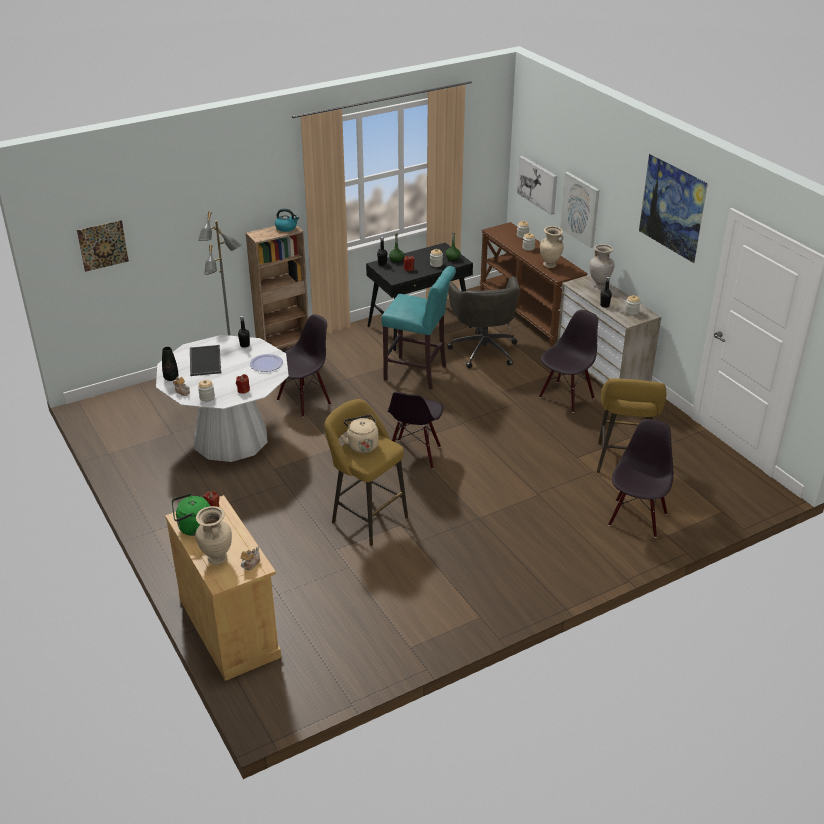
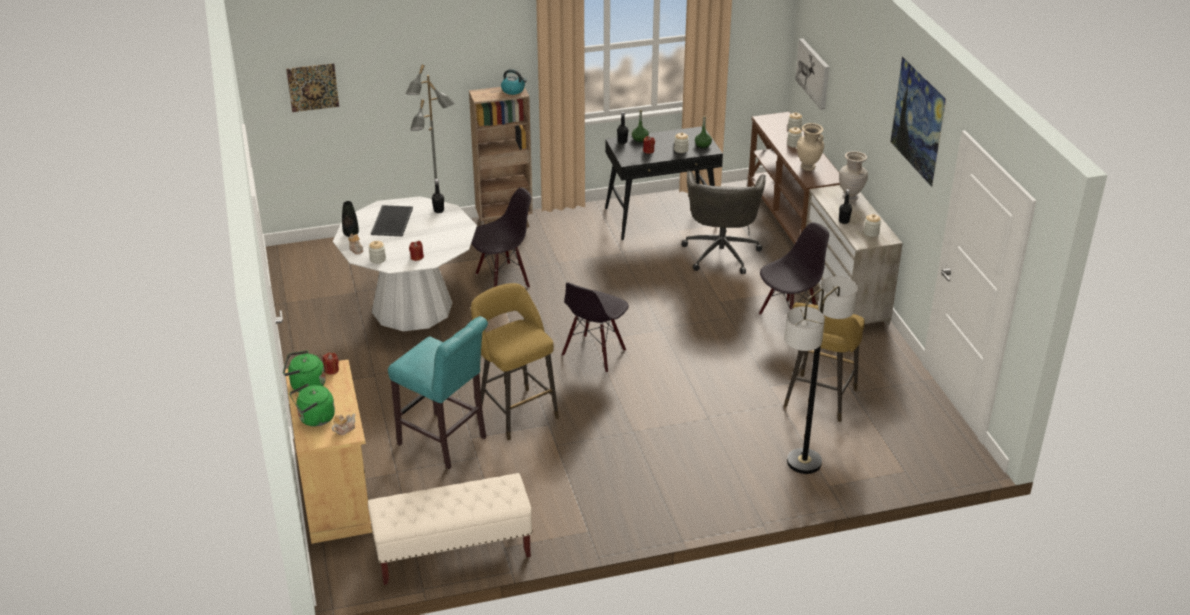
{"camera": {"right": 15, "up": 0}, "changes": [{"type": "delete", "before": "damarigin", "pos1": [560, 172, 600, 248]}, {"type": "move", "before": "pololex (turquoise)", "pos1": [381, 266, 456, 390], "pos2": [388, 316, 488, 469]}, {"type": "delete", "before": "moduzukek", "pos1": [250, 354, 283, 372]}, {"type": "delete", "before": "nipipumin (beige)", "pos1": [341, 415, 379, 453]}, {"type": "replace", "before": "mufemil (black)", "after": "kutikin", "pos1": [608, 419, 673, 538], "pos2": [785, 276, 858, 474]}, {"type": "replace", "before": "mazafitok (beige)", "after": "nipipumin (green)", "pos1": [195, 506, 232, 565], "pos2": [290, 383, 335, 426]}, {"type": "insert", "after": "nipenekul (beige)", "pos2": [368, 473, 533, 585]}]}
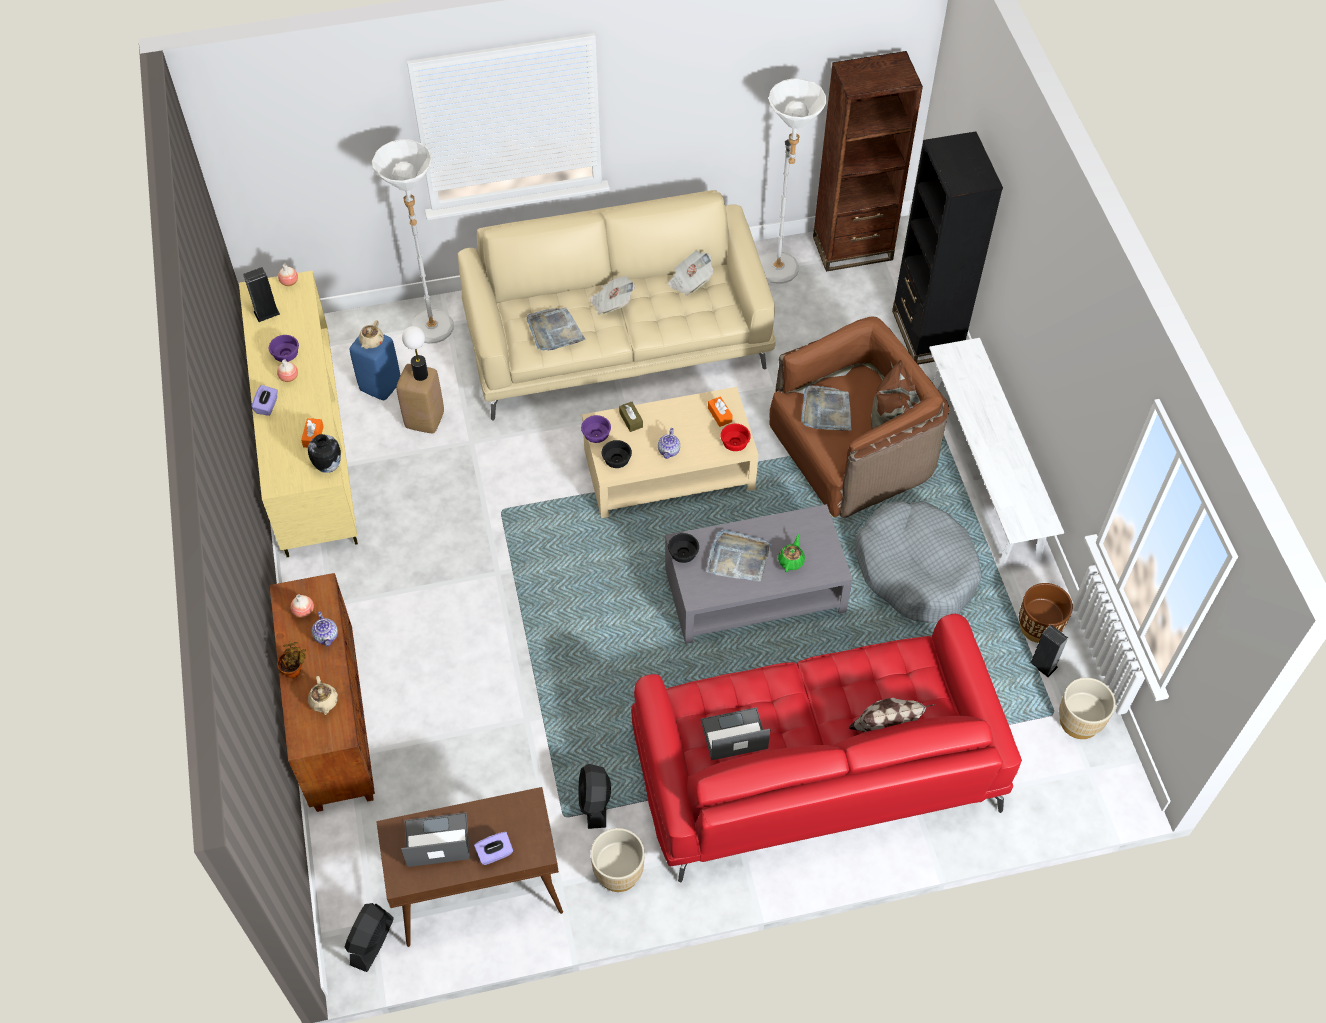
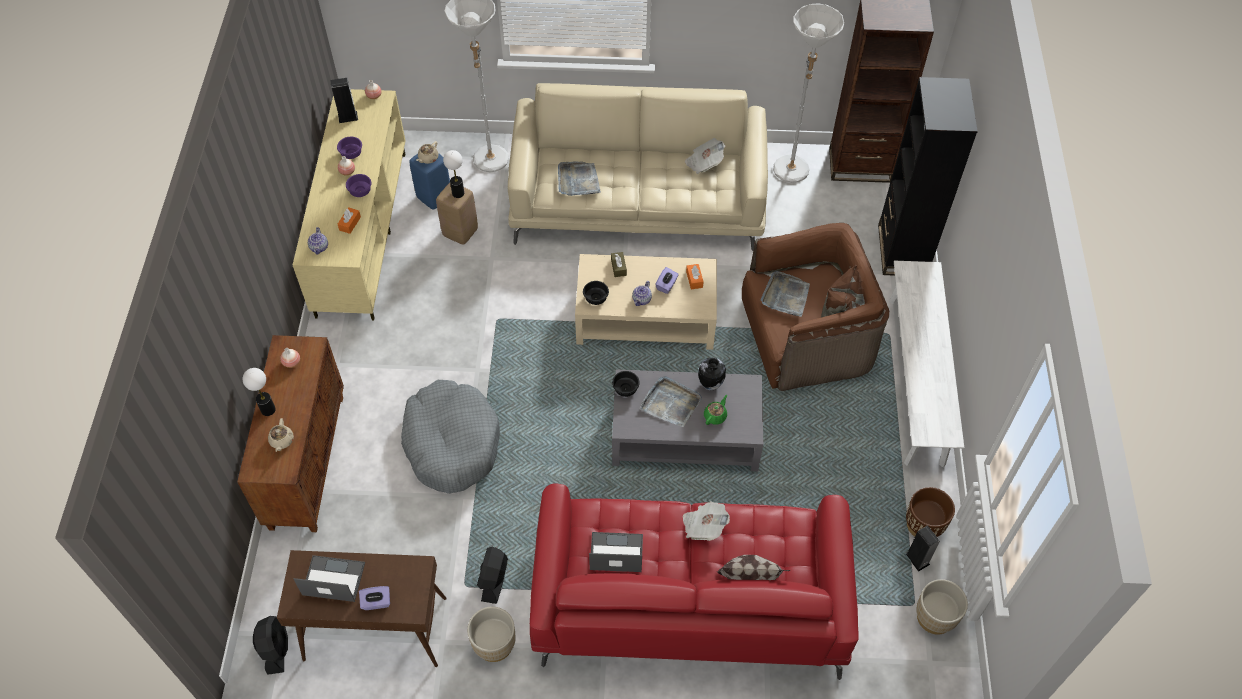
{"camera": {"right": 15, "up": 0}, "changes": [{"type": "move", "before": "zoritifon", "pos1": [590, 276, 635, 315], "pos2": [683, 502, 730, 541]}, {"type": "move", "before": "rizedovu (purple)", "pos1": [251, 385, 278, 416], "pos2": [655, 267, 679, 294]}, {"type": "move", "before": "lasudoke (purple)", "pos1": [581, 415, 611, 443], "pos2": [346, 174, 371, 197]}, {"type": "delete", "before": "lasudoke (red)", "pos1": [721, 424, 751, 451]}, {"type": "move", "before": "mazafitok", "pos1": [308, 434, 341, 473], "pos2": [698, 358, 726, 390]}, {"type": "move", "before": "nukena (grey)", "pos1": [855, 501, 981, 623], "pos2": [401, 380, 500, 494]}, {"type": "move", "before": "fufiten", "pos1": [312, 611, 338, 647], "pos2": [308, 227, 328, 255]}, {"type": "replace", "before": "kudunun", "after": "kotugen", "pos1": [277, 641, 306, 678], "pos2": [243, 368, 276, 416]}, {"type": "rotate", "before": "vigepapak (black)", "pos1": [345, 903, 394, 972], "pos2": [253, 616, 288, 675], "turn": 135}]}
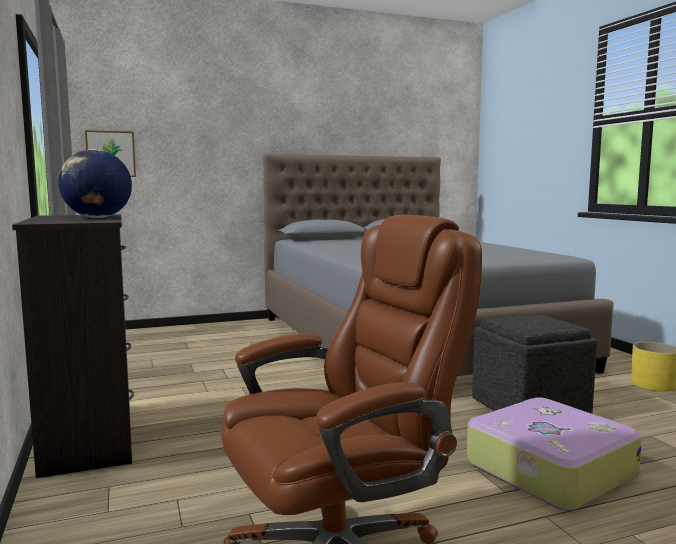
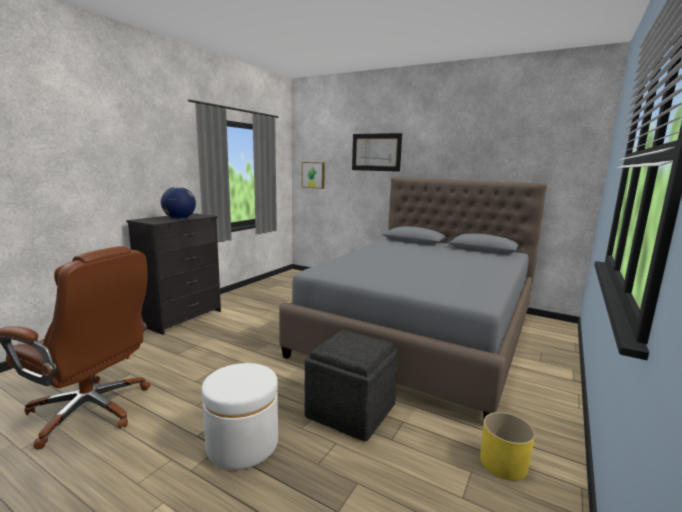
{"camera": {"right": 50, "up": 5}, "changes": [{"type": "replace", "before": "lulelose", "after": "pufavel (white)", "pos1": [467, 397, 642, 511], "pos2": [201, 363, 278, 470]}, {"type": "insert", "after": "damarigin", "pos2": [352, 133, 402, 172]}]}
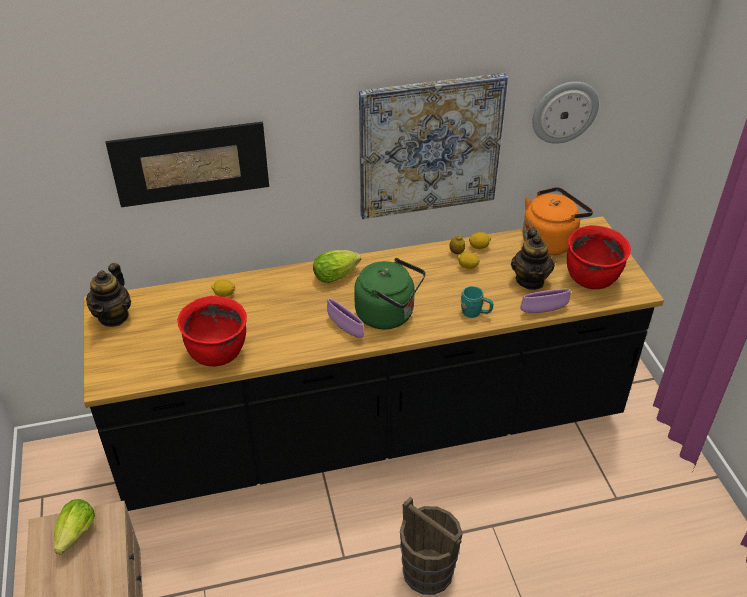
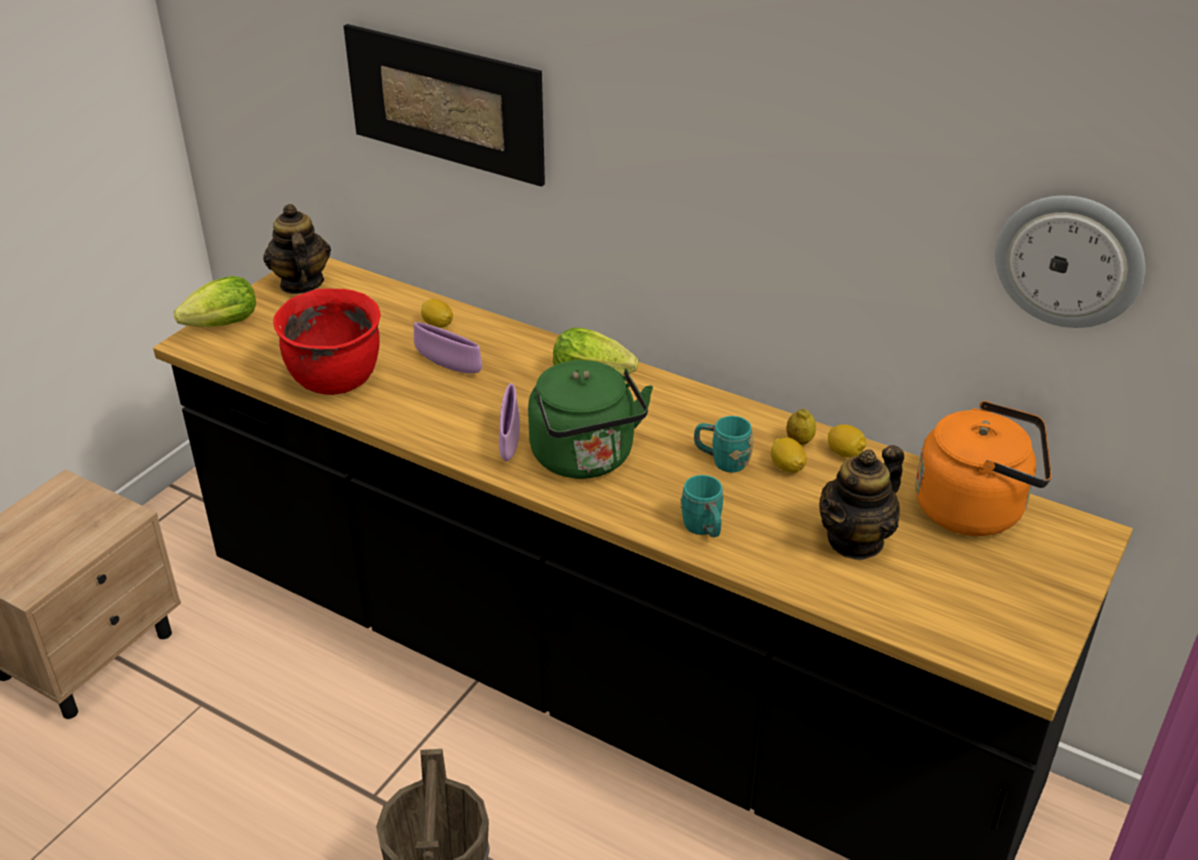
{"camera": {"right": 45, "up": -5}, "changes": [{"type": "delete", "before": "damarigin", "pos1": [359, 73, 508, 219]}, {"type": "delete", "before": "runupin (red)", "pos1": [567, 225, 631, 289]}, {"type": "rotate", "before": "fufiten", "pos1": [86, 263, 131, 327], "pos2": [263, 204, 331, 294], "turn": 105}, {"type": "move", "before": "lasudoke (purple)", "pos1": [520, 289, 571, 313], "pos2": [414, 322, 482, 374]}, {"type": "move", "before": "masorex", "pos1": [54, 499, 95, 554], "pos2": [174, 276, 256, 327]}, {"type": "insert", "after": "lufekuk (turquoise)", "pos2": [694, 416, 753, 473]}]}
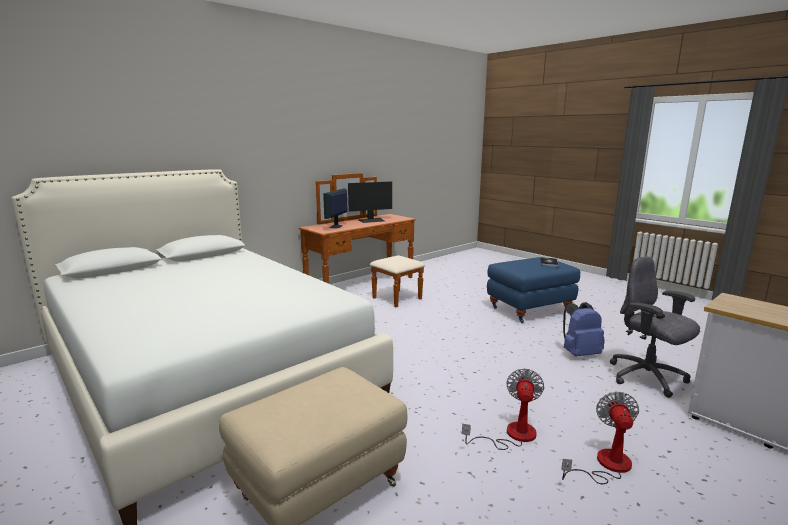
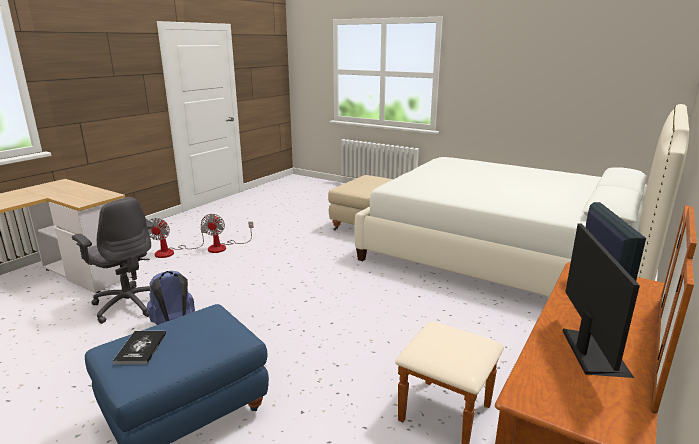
{"camera": {"right": 165, "up": 5}, "changes": [{"type": "rotate", "before": "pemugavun", "pos1": [348, 181, 392, 223], "pos2": [563, 223, 640, 378], "turn": 135}, {"type": "move", "before": "vigepapak", "pos1": [462, 369, 544, 450], "pos2": [148, 218, 206, 258]}]}
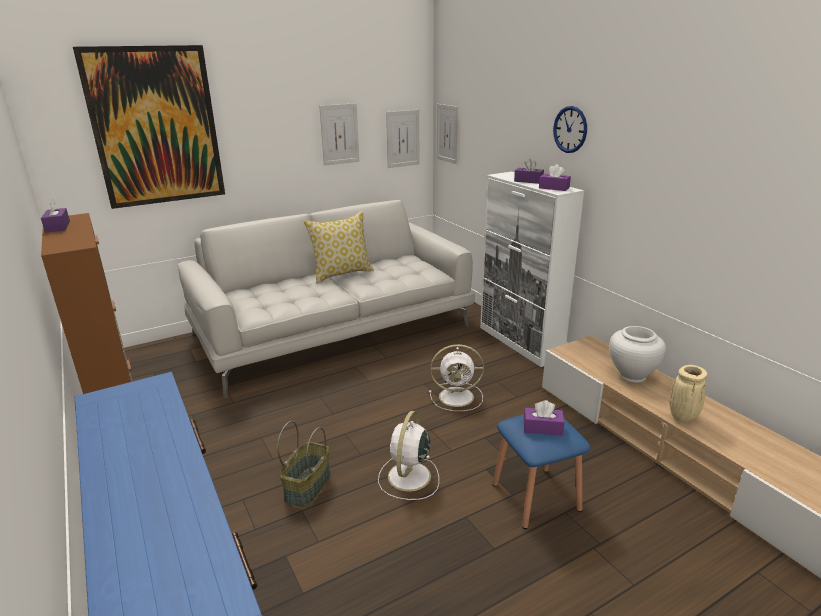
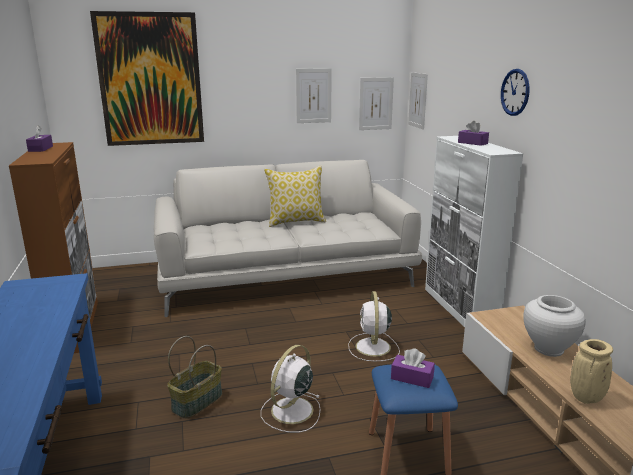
{"camera": {"right": 15, "up": -5}, "changes": [{"type": "delete", "before": "rizedovu (purple)", "pos1": [539, 164, 571, 191]}, {"type": "rotate", "before": "vigepapak (white)", "pos1": [429, 344, 484, 411], "pos2": [348, 291, 400, 361], "turn": 75}]}
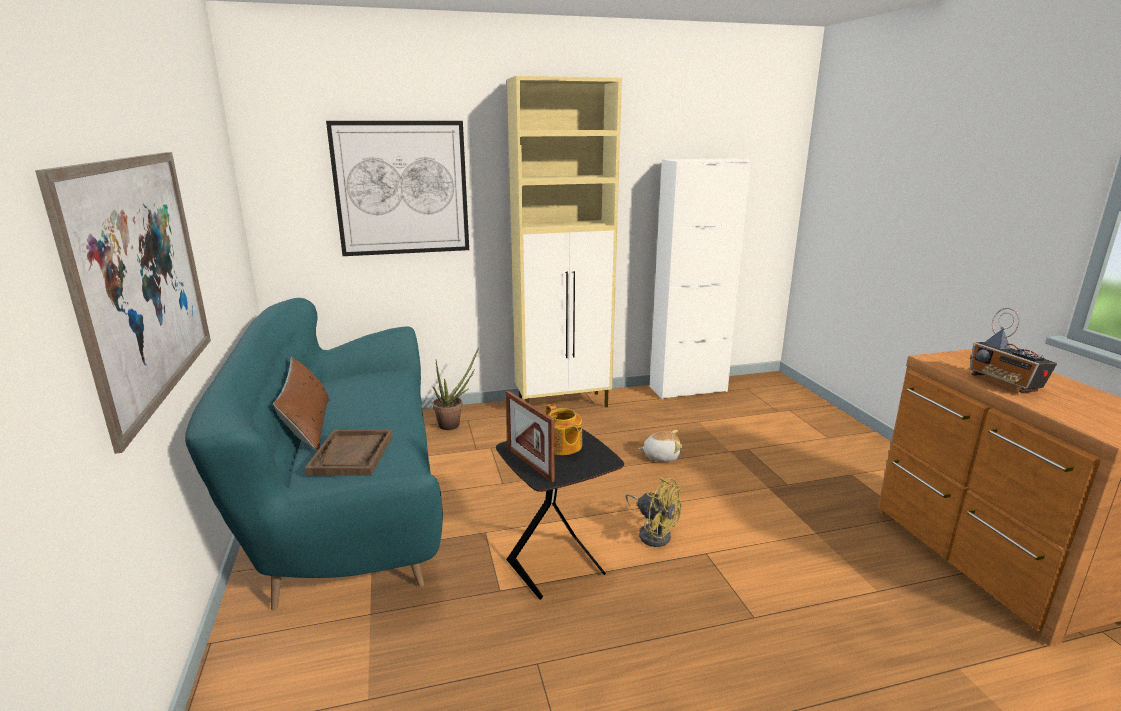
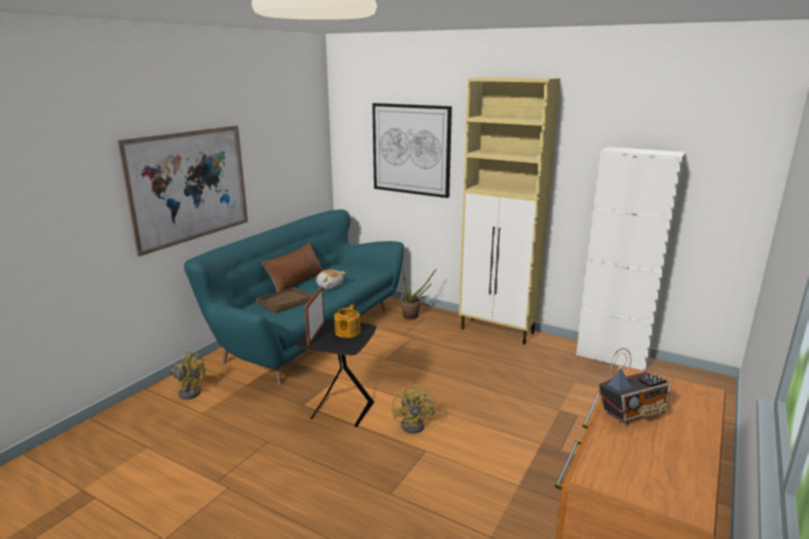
{"camera": {"right": 45, "up": 0}, "changes": [{"type": "rotate", "before": "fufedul", "pos1": [970, 308, 1057, 393], "pos2": [599, 348, 671, 425], "turn": -135}, {"type": "move", "before": "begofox", "pos1": [639, 430, 683, 462], "pos2": [316, 269, 346, 289]}, {"type": "insert", "after": "vigepapak (yellow)", "pos2": [170, 352, 206, 399]}]}
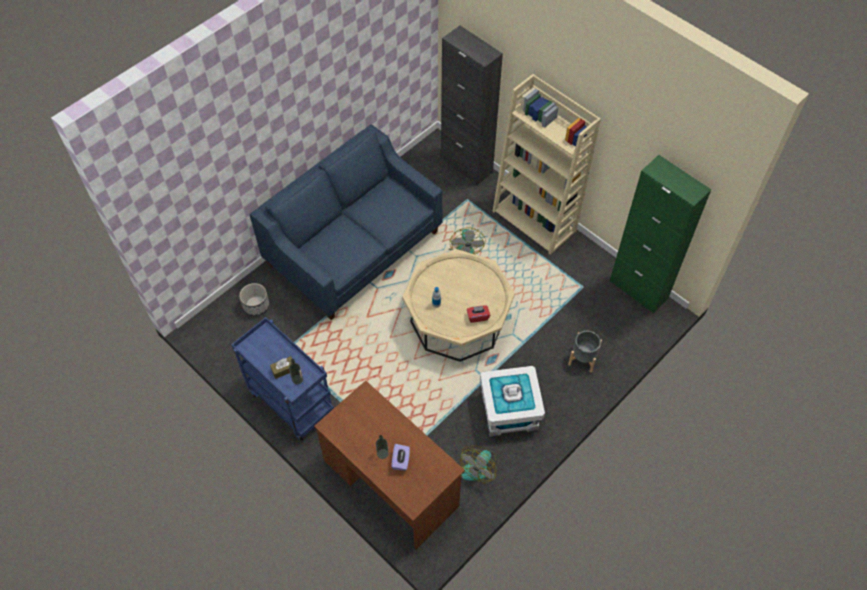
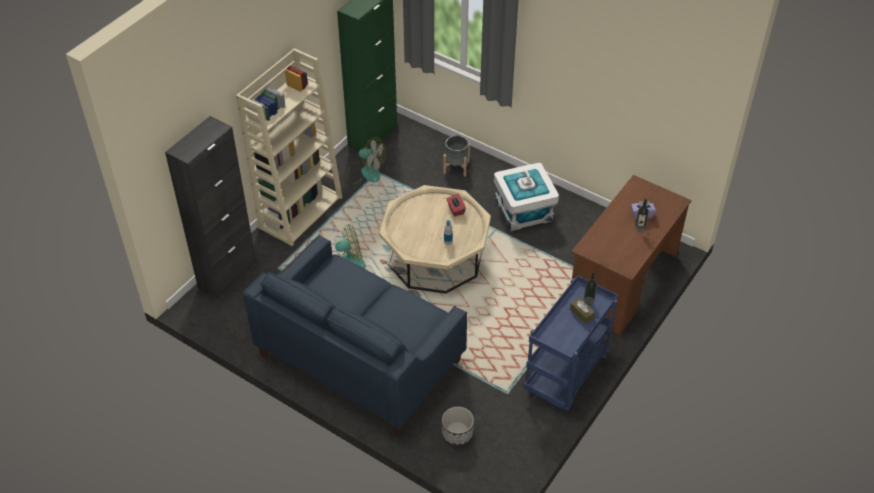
{"camera": {"right": -100, "up": -10}, "changes": [{"type": "move", "before": "vigepapak", "pos1": [460, 446, 496, 482], "pos2": [347, 137, 385, 184]}]}
